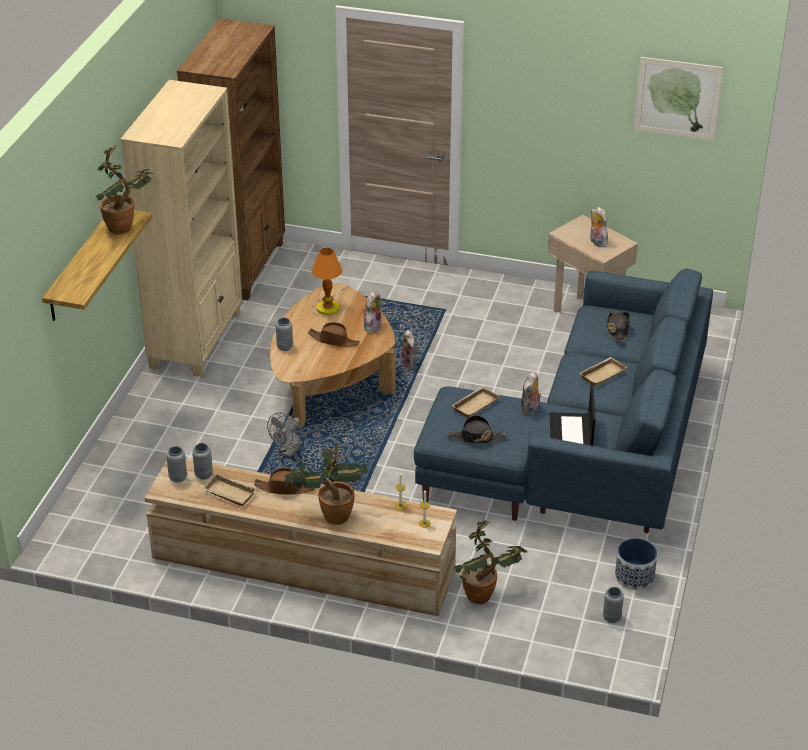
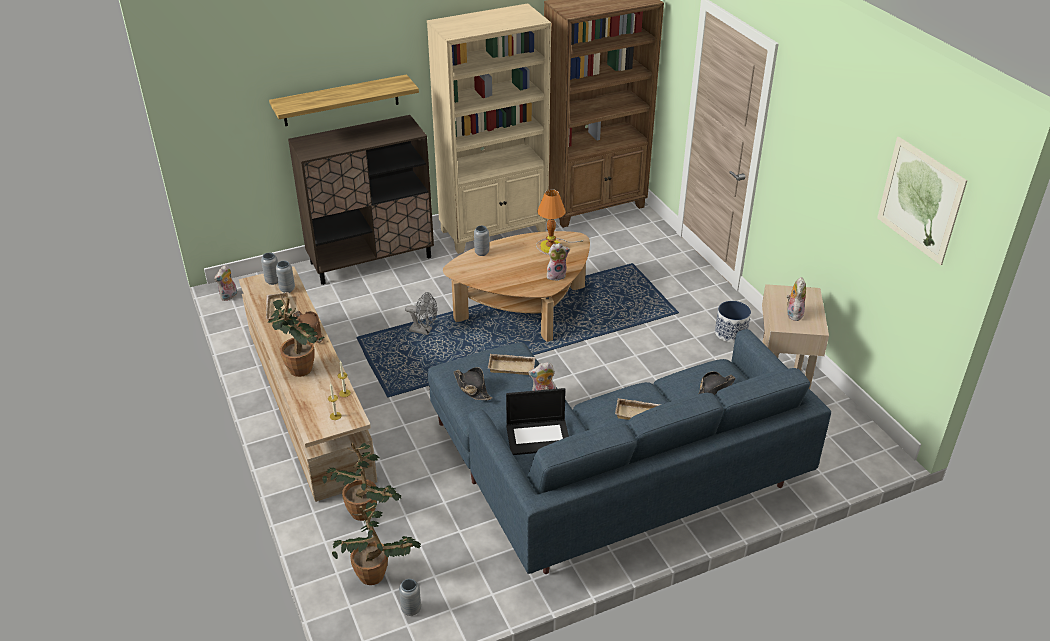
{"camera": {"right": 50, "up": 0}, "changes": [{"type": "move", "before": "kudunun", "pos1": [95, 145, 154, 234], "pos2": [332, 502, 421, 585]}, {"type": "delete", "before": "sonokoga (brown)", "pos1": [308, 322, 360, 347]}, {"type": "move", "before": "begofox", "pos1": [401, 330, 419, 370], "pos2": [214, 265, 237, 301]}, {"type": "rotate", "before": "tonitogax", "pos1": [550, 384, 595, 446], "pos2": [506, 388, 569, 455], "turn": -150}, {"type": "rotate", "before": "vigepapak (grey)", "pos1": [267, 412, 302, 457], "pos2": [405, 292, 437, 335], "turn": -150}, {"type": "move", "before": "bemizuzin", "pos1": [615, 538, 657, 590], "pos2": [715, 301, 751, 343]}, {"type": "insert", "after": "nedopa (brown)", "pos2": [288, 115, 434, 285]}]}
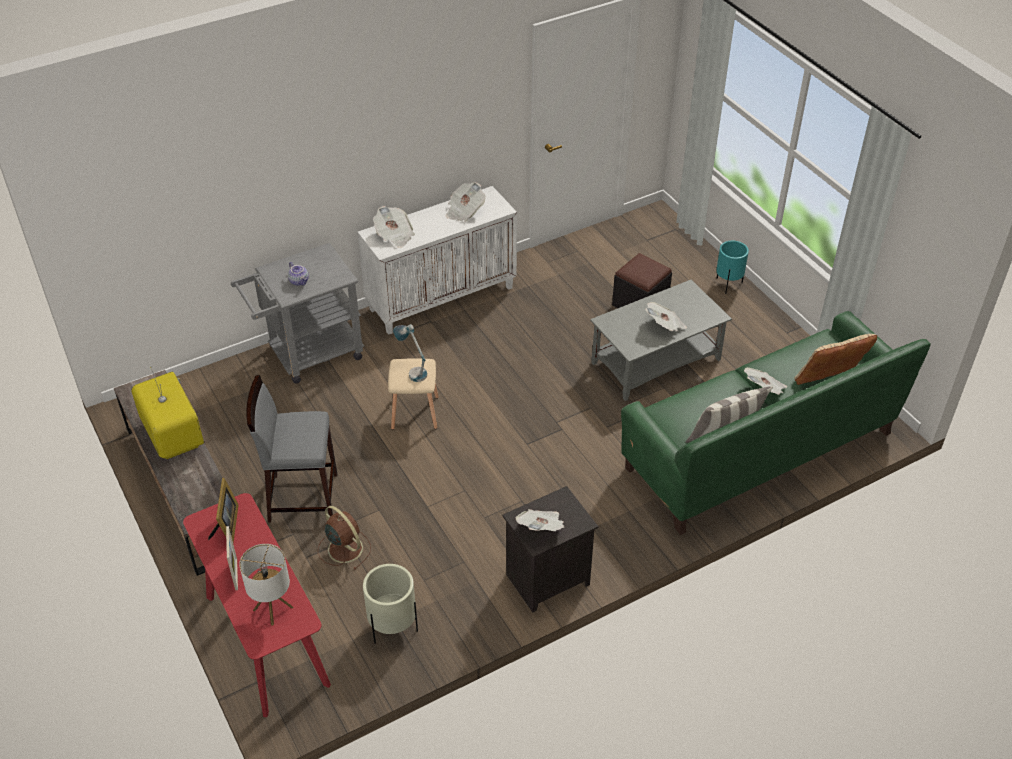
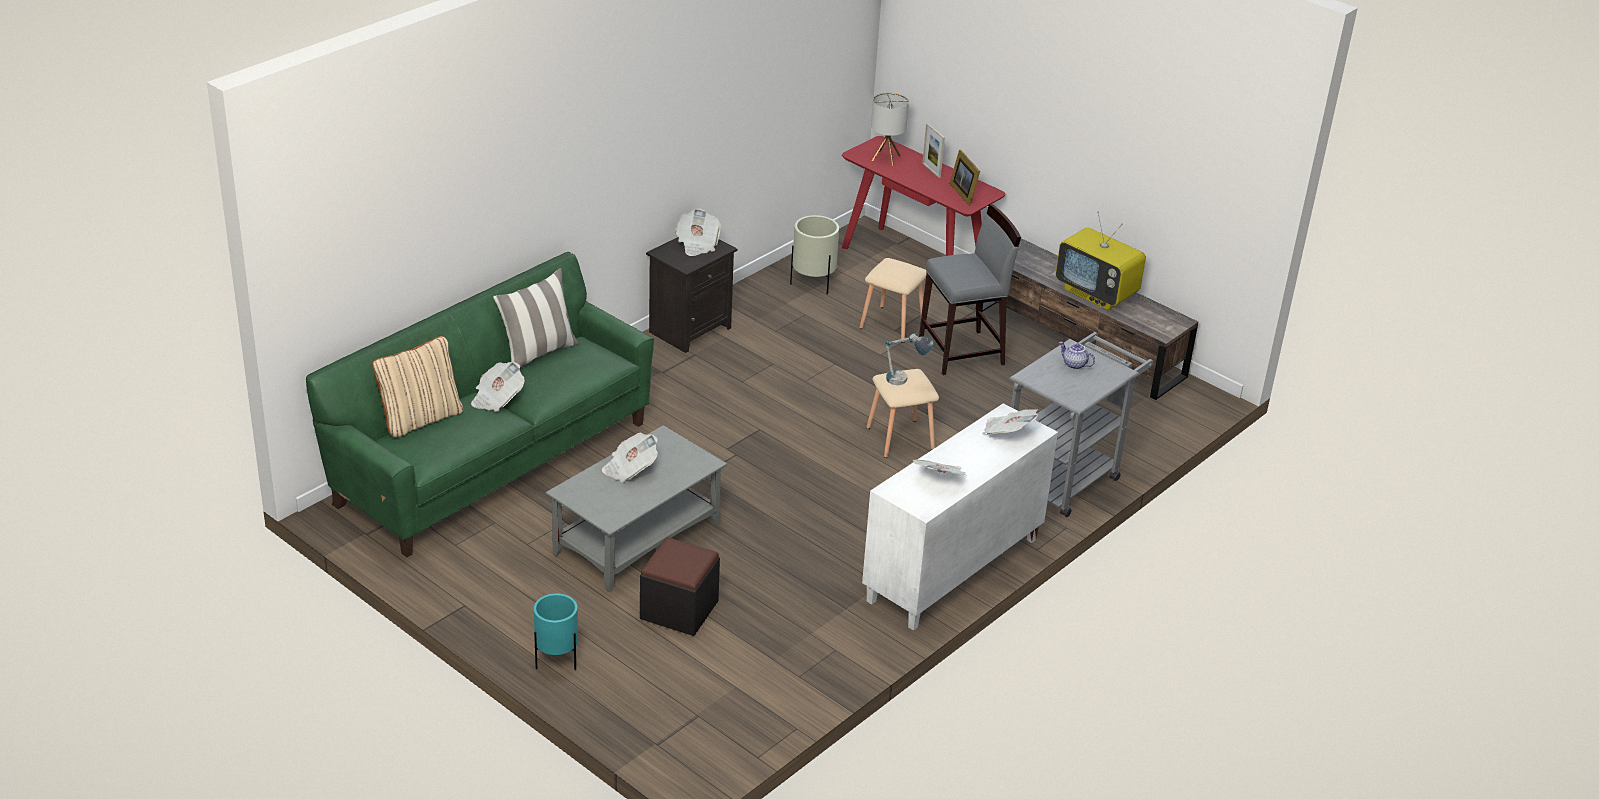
{"camera": {"right": 160, "up": -10}, "changes": [{"type": "replace", "before": "vigepapak (brown)", "after": "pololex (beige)", "pos1": [318, 506, 371, 570], "pos2": [859, 258, 927, 343]}]}
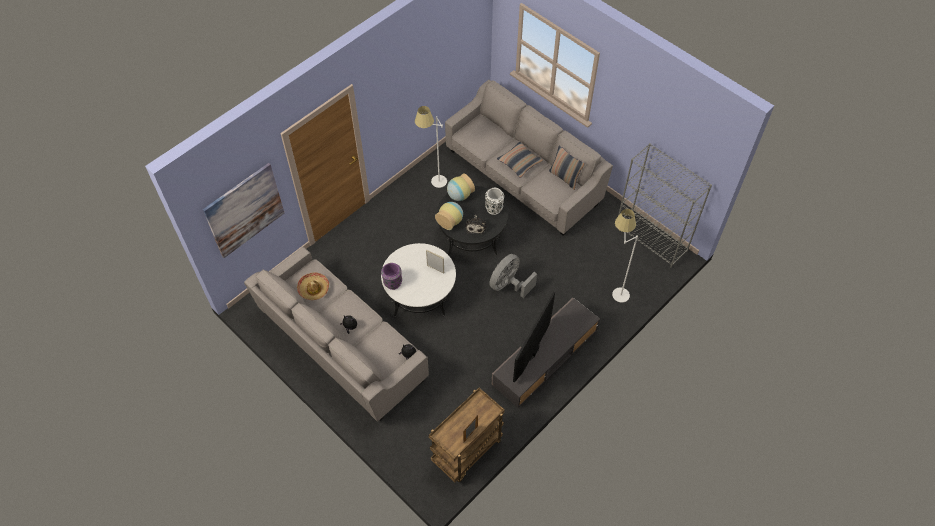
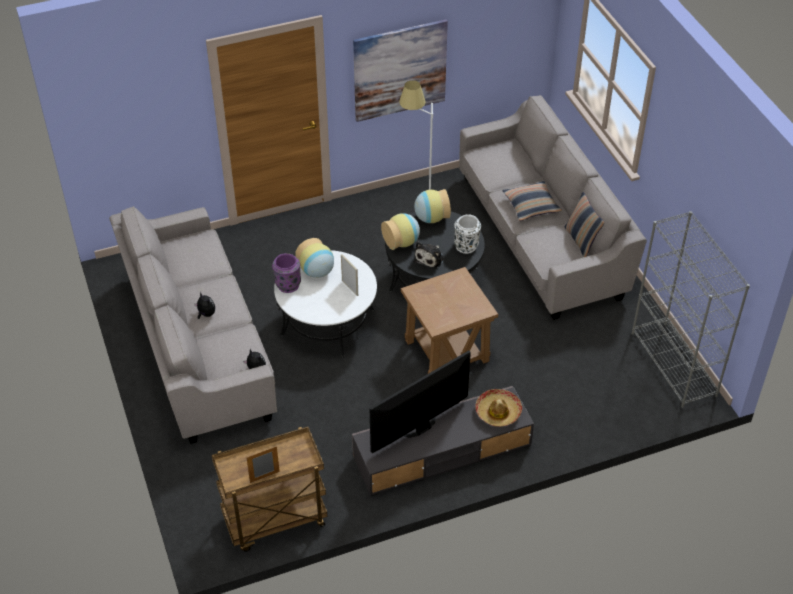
{"camera": {"right": 25, "up": -10}, "changes": [{"type": "move", "before": "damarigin", "pos1": [203, 163, 284, 258], "pos2": [353, 19, 448, 122]}, {"type": "delete", "before": "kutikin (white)", "pos1": [612, 209, 638, 302]}, {"type": "replace", "before": "vigepapak (grey)", "after": "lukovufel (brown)", "pos1": [489, 254, 537, 298], "pos2": [401, 267, 498, 374]}, {"type": "move", "before": "sonokoga", "pos1": [297, 273, 329, 300], "pos2": [475, 389, 522, 427]}, {"type": "insert", "after": "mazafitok", "pos2": [295, 238, 334, 278]}]}
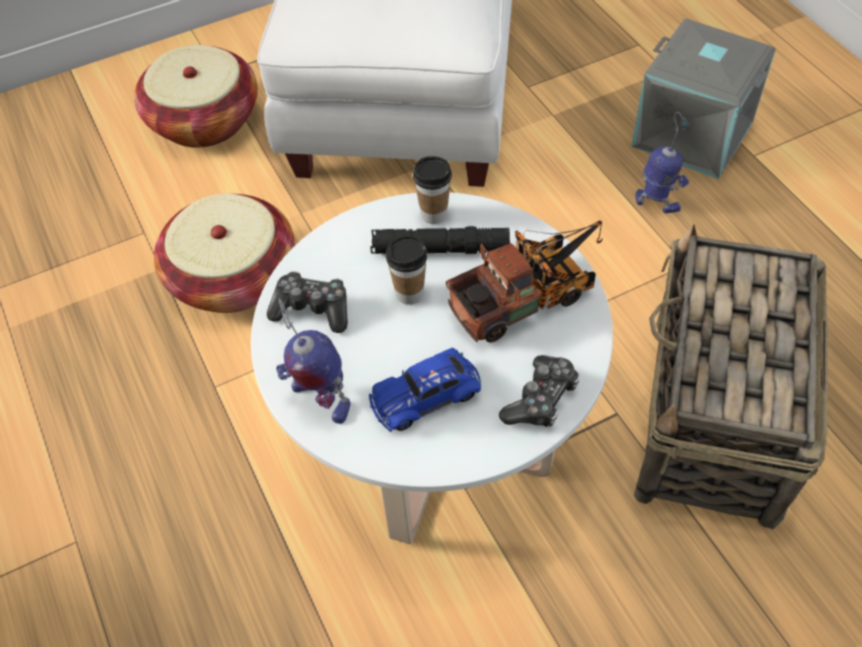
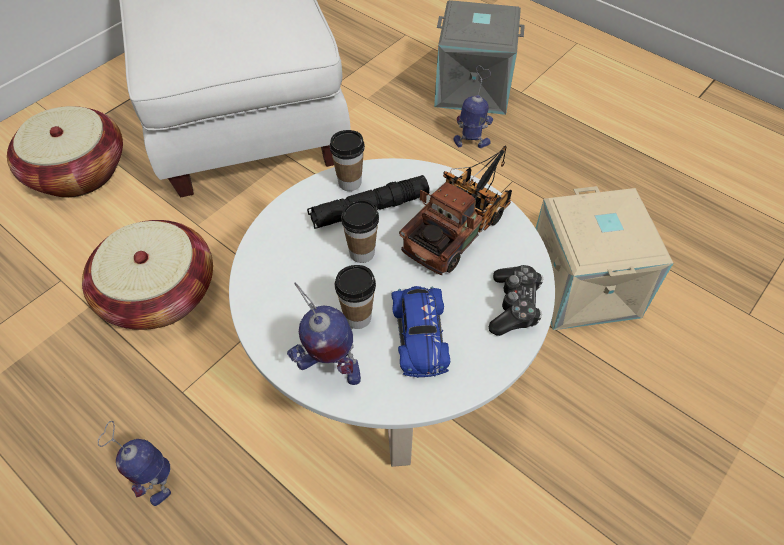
{"camera": {"right": -25, "up": 0}, "changes": [{"type": "replace", "before": "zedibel", "after": "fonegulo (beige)", "pos1": [634, 224, 828, 529], "pos2": [536, 186, 673, 330]}, {"type": "delete", "before": "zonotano", "pos1": [267, 271, 348, 333]}, {"type": "rotate", "before": "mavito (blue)", "pos1": [369, 348, 481, 432], "pos2": [391, 286, 450, 378], "turn": -45}, {"type": "insert", "after": "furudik", "pos2": [335, 265, 376, 329]}, {"type": "insert", "after": "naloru", "pos2": [98, 421, 171, 506]}]}
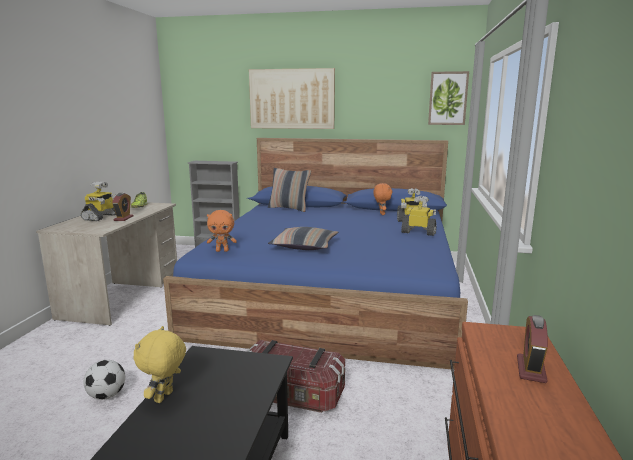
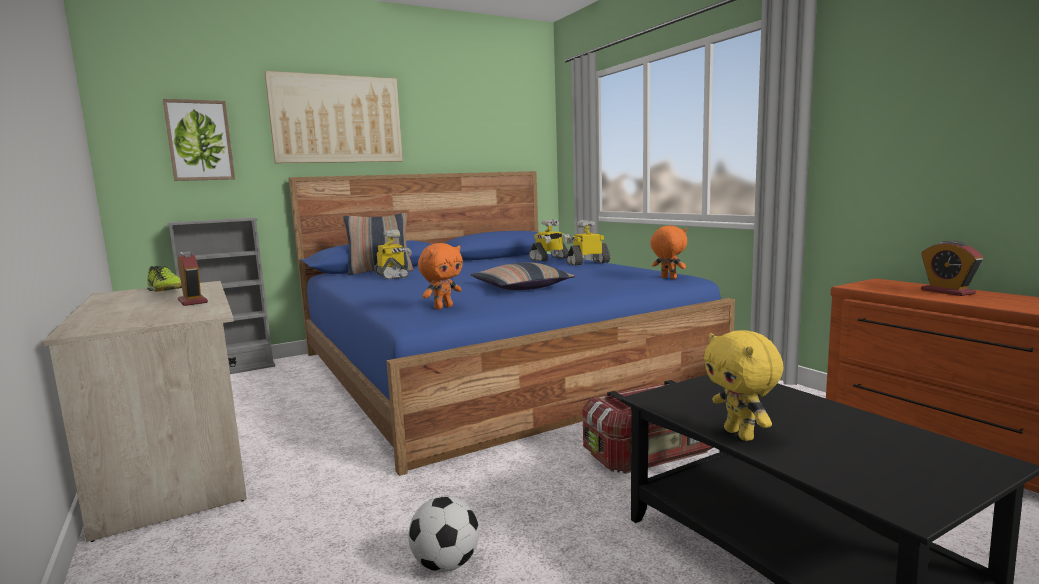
{"camera": {"right": -40, "up": -5}, "changes": [{"type": "move", "before": "damarigin", "pos1": [428, 71, 469, 125], "pos2": [163, 99, 235, 181]}, {"type": "move", "before": "naloru", "pos1": [81, 182, 117, 221], "pos2": [374, 230, 412, 279]}, {"type": "move", "before": "begofox (orange)", "pos1": [373, 183, 393, 215], "pos2": [650, 226, 687, 279]}]}
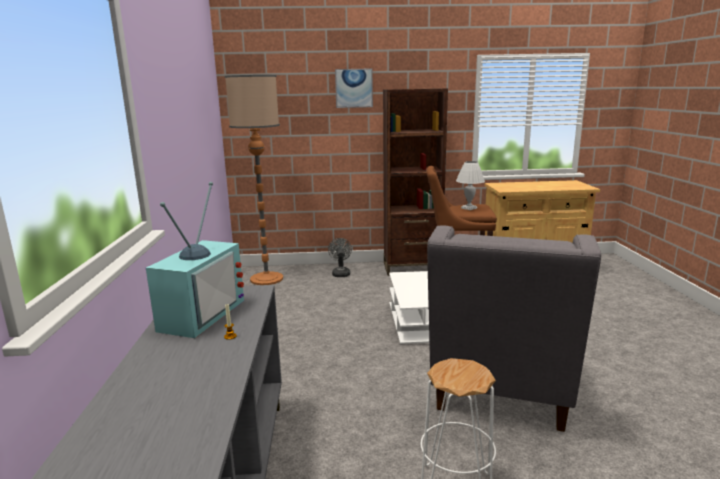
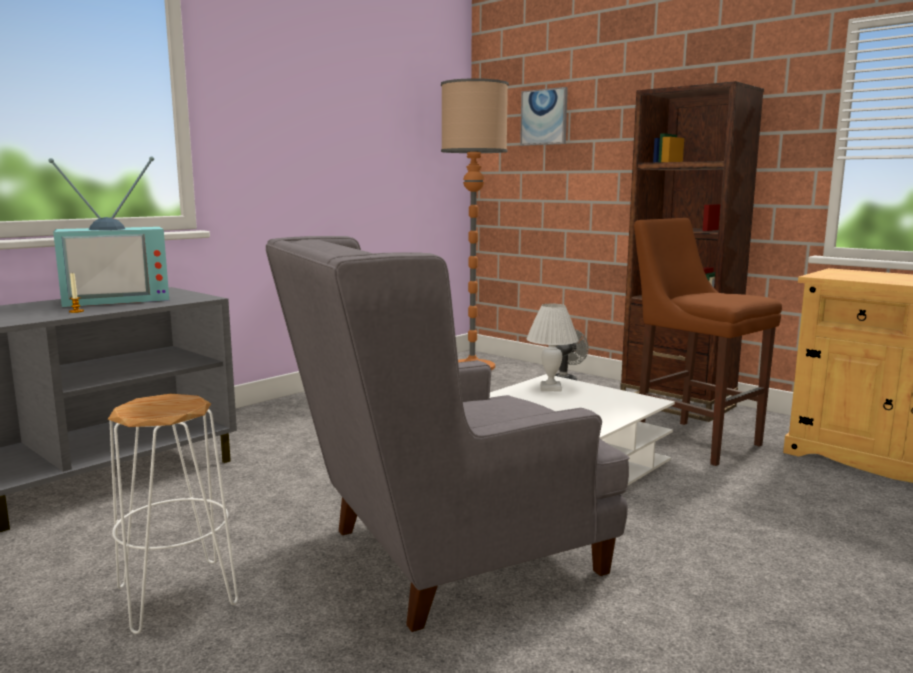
{"camera": {"right": 45, "up": -5}, "changes": [{"type": "move", "before": "damarigin", "pos1": [335, 68, 373, 108], "pos2": [520, 87, 568, 146]}, {"type": "move", "before": "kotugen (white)", "pos1": [456, 161, 485, 210], "pos2": [526, 304, 579, 392]}]}
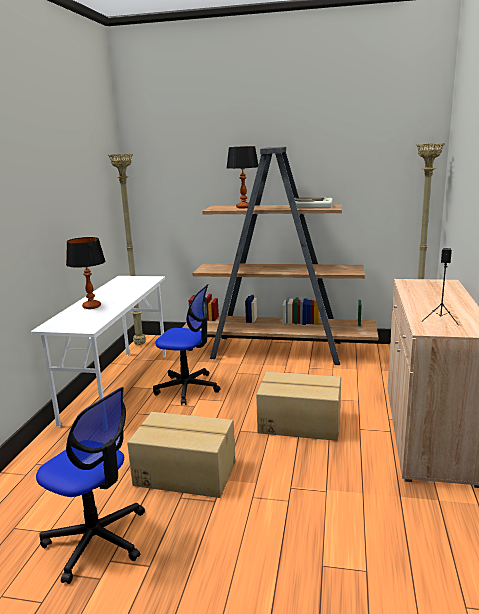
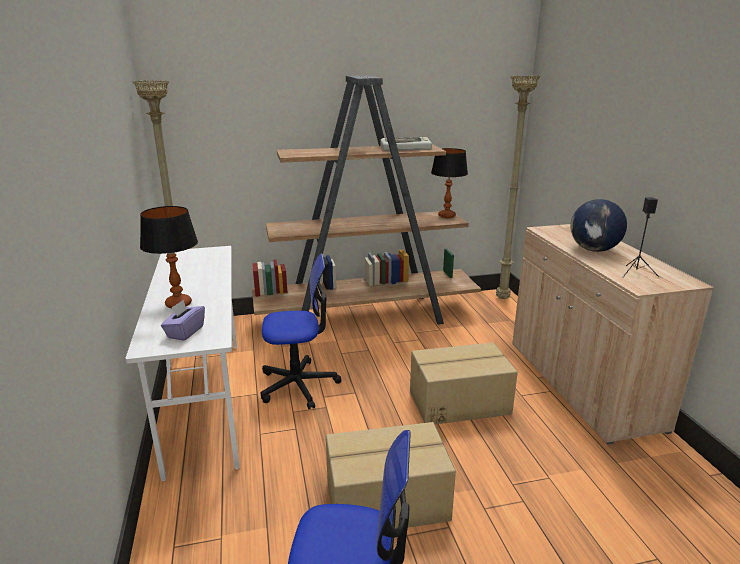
{"camera": {"right": -25, "up": 5}, "changes": [{"type": "move", "before": "kotugen", "pos1": [227, 146, 258, 208], "pos2": [431, 148, 468, 218]}, {"type": "insert", "after": "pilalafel", "pos2": [570, 199, 627, 252]}, {"type": "insert", "after": "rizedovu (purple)", "pos2": [161, 300, 205, 341]}]}
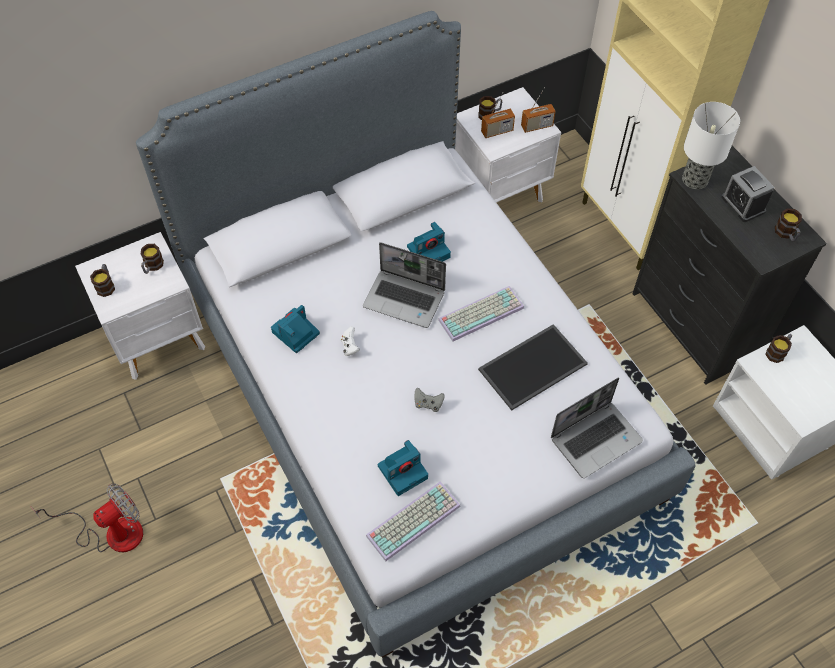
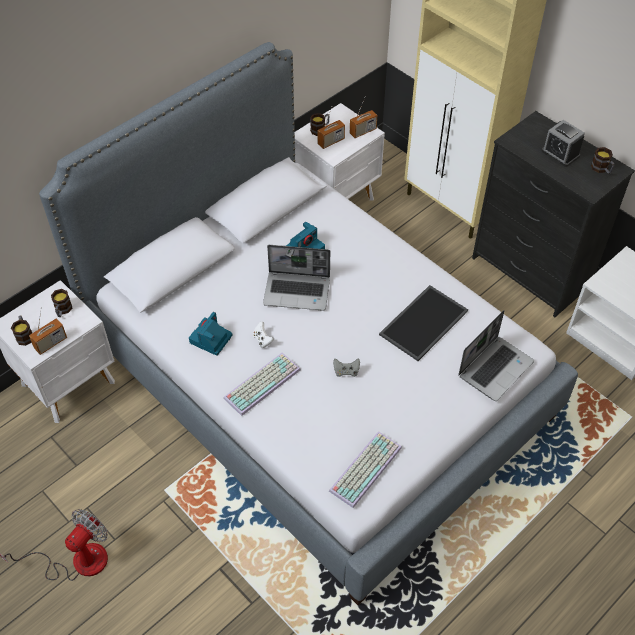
{"camera": {"right": -15, "up": -5}, "changes": [{"type": "delete", "before": "kotugen", "pos1": [682, 102, 740, 189]}, {"type": "move", "before": "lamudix", "pos1": [438, 286, 524, 342], "pos2": [223, 352, 301, 416]}, {"type": "delete", "before": "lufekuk", "pos1": [765, 334, 792, 363]}, {"type": "delete", "before": "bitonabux", "pos1": [378, 440, 428, 496]}, {"type": "insert", "after": "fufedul", "pos2": [29, 307, 67, 355]}]}
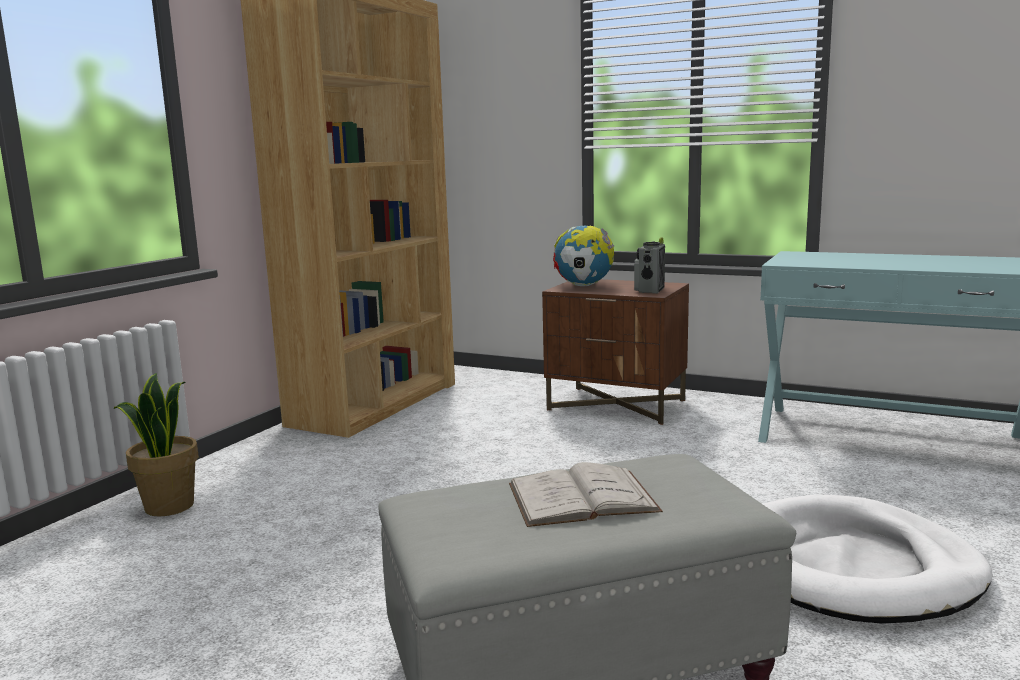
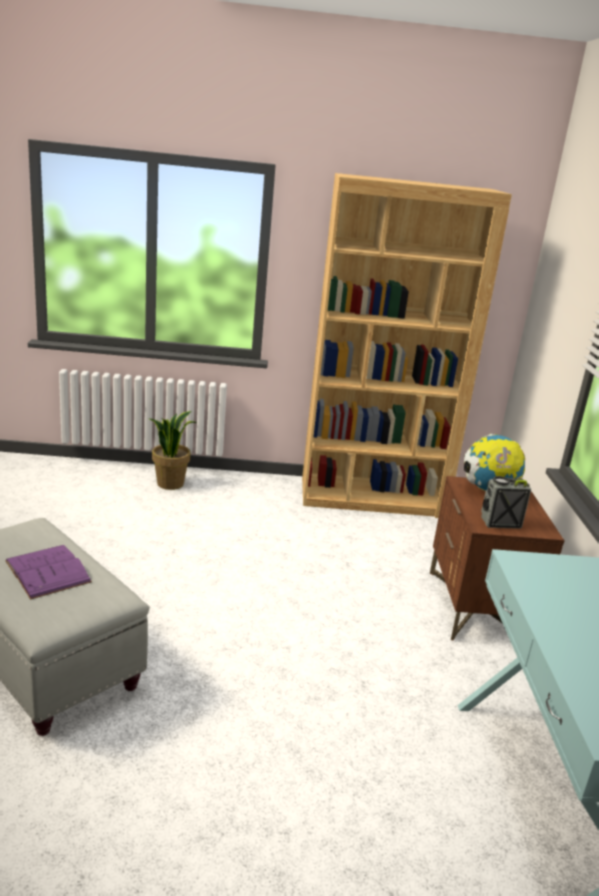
{"camera": {"right": 60, "up": 10}, "changes": [{"type": "recolor", "before": "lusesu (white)", "after": "lusesu (purple)", "pos1": [509, 462, 663, 527], "pos2": [5, 545, 92, 600]}, {"type": "delete", "before": "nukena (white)", "pos1": [763, 495, 992, 624]}]}
